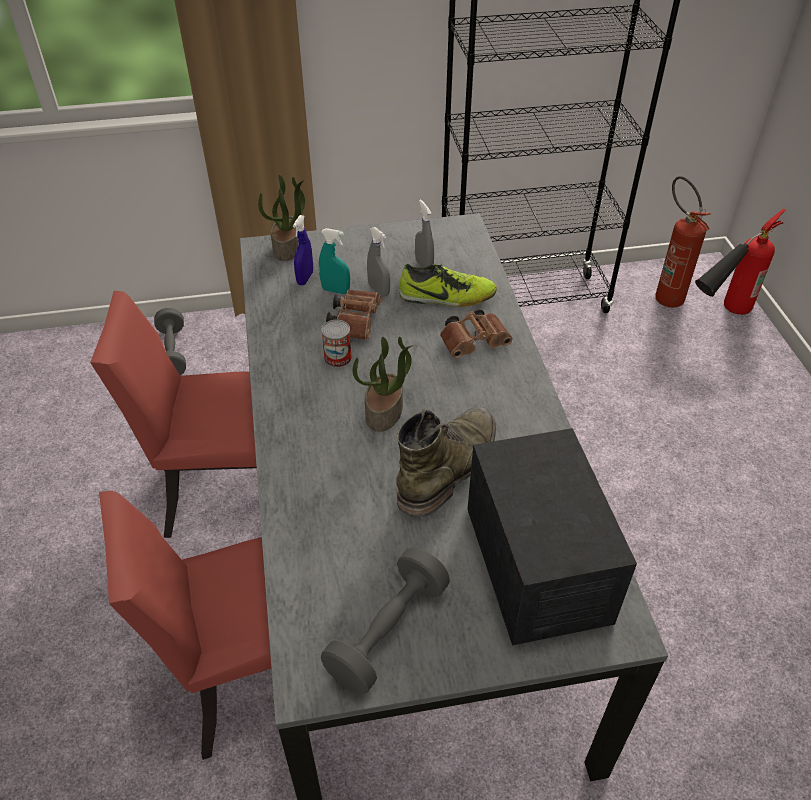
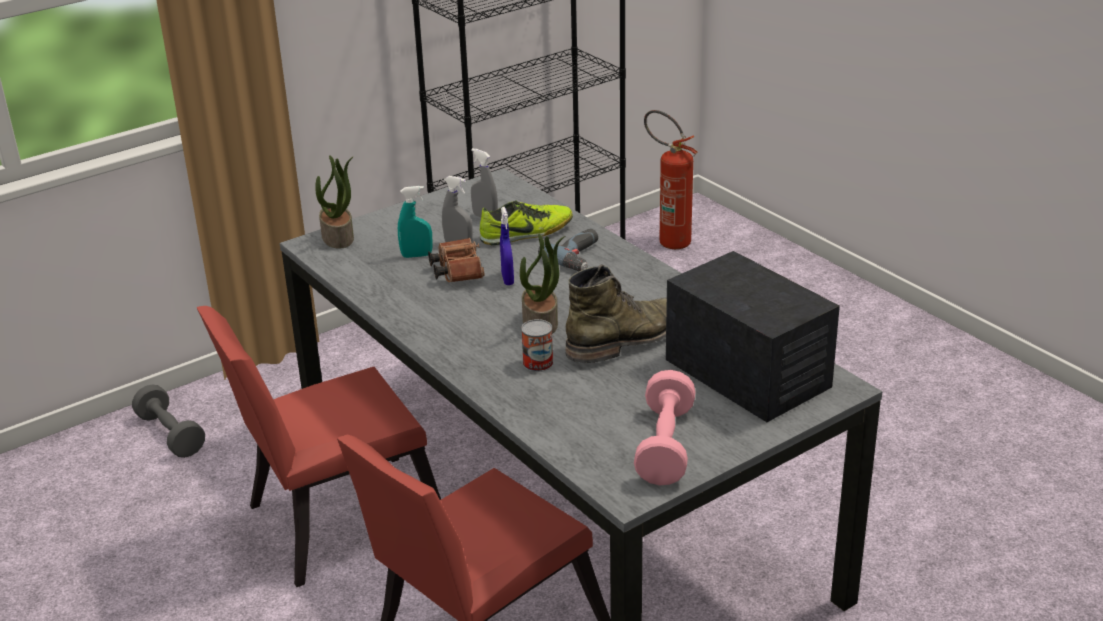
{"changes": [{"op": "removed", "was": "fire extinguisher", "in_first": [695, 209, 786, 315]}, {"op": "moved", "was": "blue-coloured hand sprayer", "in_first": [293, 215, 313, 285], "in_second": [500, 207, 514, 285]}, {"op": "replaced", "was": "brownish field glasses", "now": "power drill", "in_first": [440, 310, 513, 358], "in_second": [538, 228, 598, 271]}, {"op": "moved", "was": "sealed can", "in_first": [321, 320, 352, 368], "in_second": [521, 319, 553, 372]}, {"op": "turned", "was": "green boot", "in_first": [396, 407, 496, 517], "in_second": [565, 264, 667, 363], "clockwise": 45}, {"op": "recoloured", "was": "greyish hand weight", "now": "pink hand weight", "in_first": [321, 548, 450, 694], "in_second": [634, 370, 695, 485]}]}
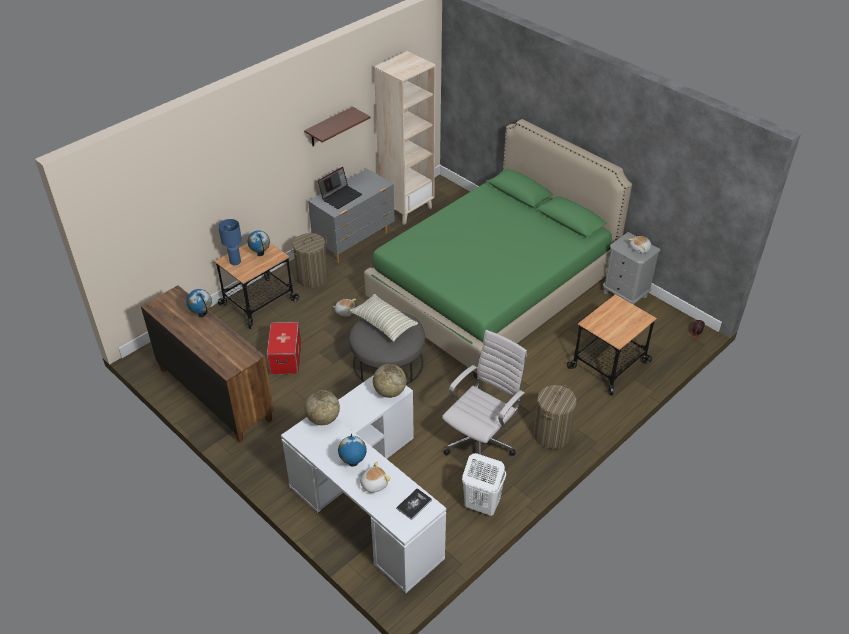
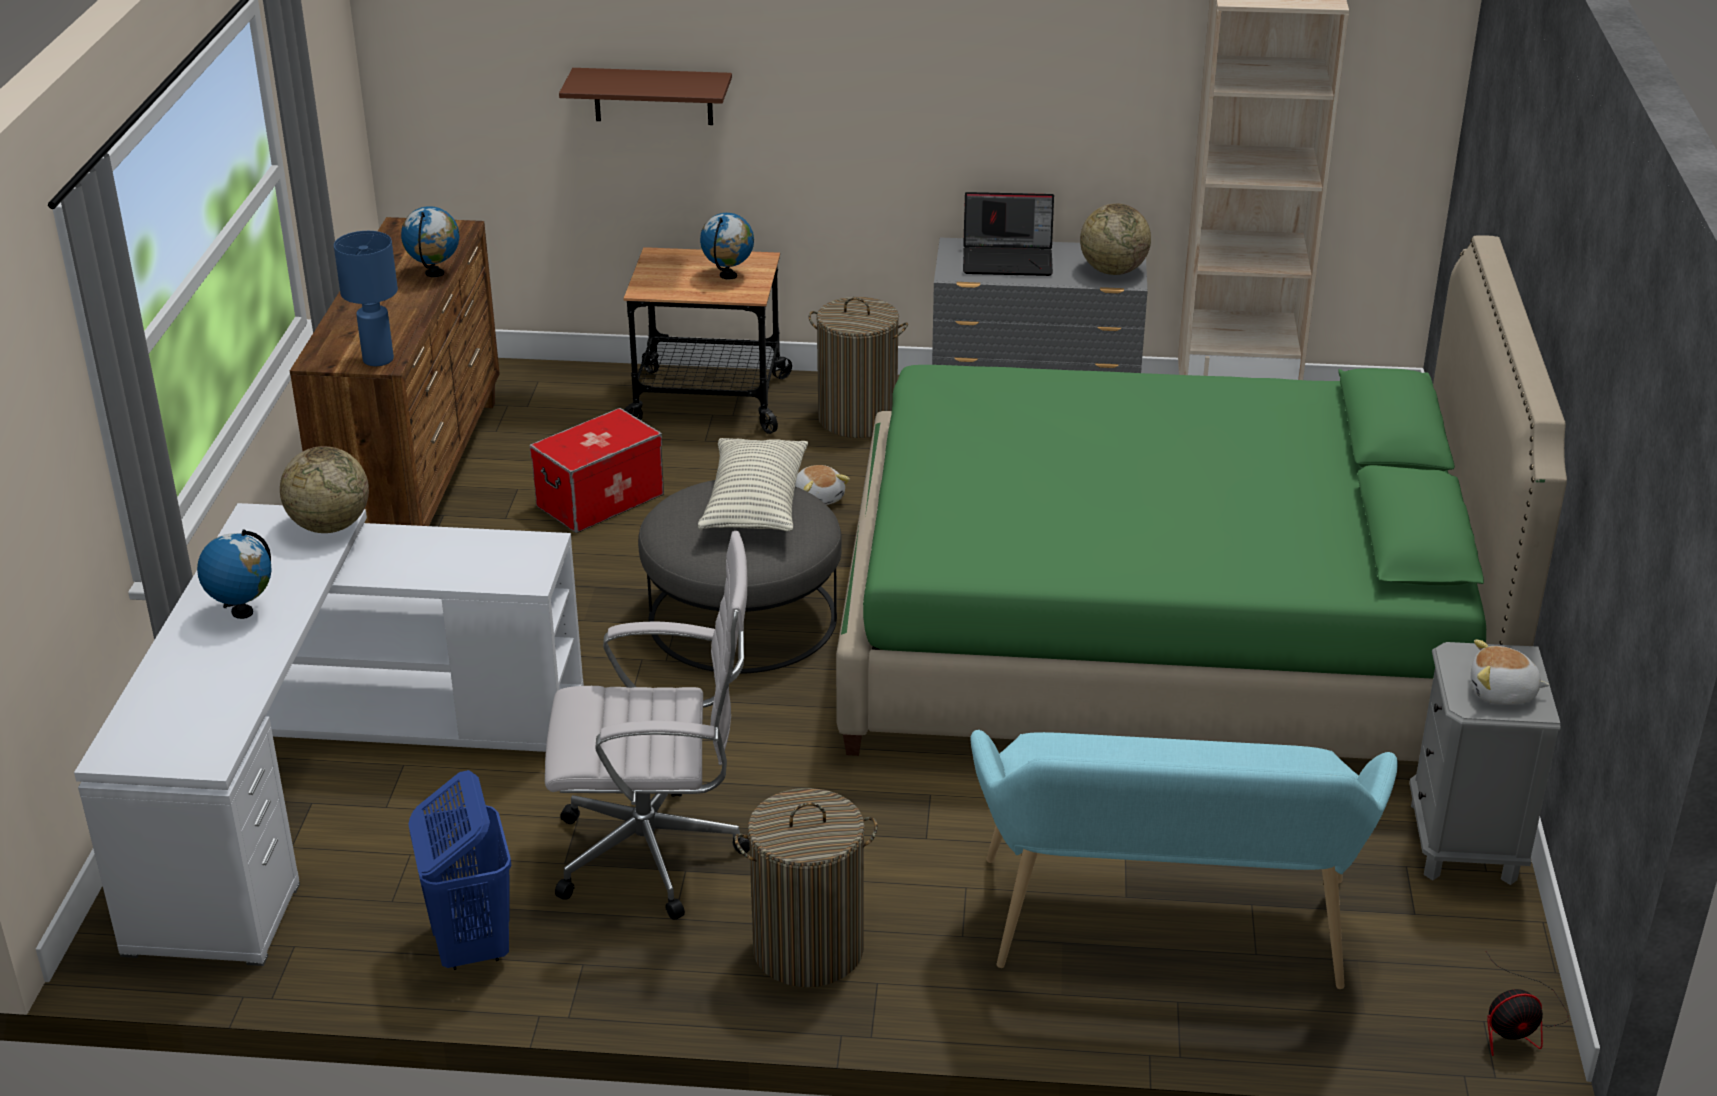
{"changes": [{"op": "moved", "was": "brownish wall shelf", "in_first": [304, 107, 370, 146], "in_second": [559, 68, 732, 125]}, {"op": "moved", "was": "blue-coloured table lamp", "in_first": [218, 219, 242, 265], "in_second": [334, 231, 398, 366]}, {"op": "replaced", "was": "wheeled cart", "now": "turquoise-coloured bench", "in_first": [567, 294, 657, 395], "in_second": [970, 730, 1398, 989]}, {"op": "moved", "was": "globe", "in_first": [373, 364, 406, 398], "in_second": [1080, 203, 1151, 275]}, {"op": "recoloured", "was": "white-coloured hamper", "now": "blue-coloured hamper", "in_first": [462, 453, 506, 516], "in_second": [408, 770, 511, 970]}, {"op": "removed", "was": "soft toy", "in_first": [360, 462, 391, 493]}, {"op": "removed", "was": "volume", "in_first": [396, 488, 432, 520]}]}
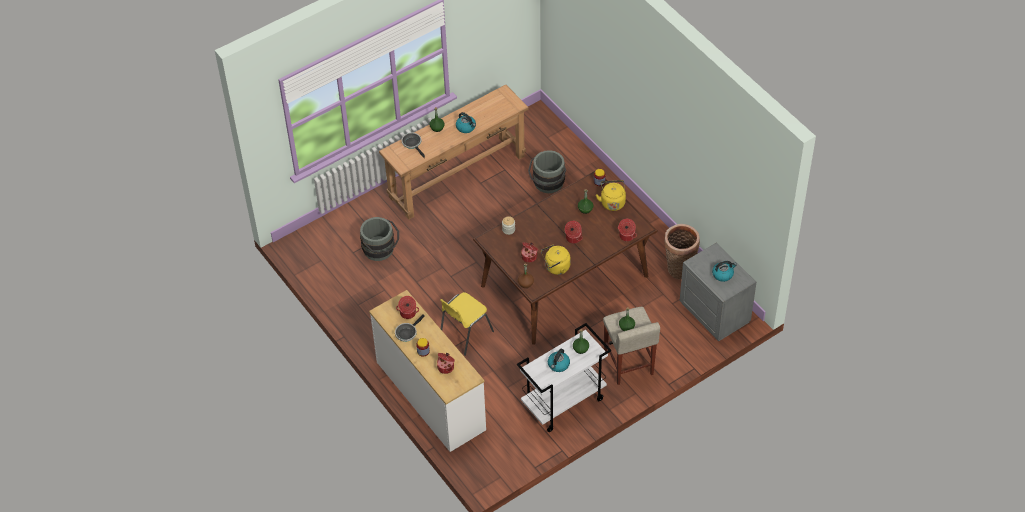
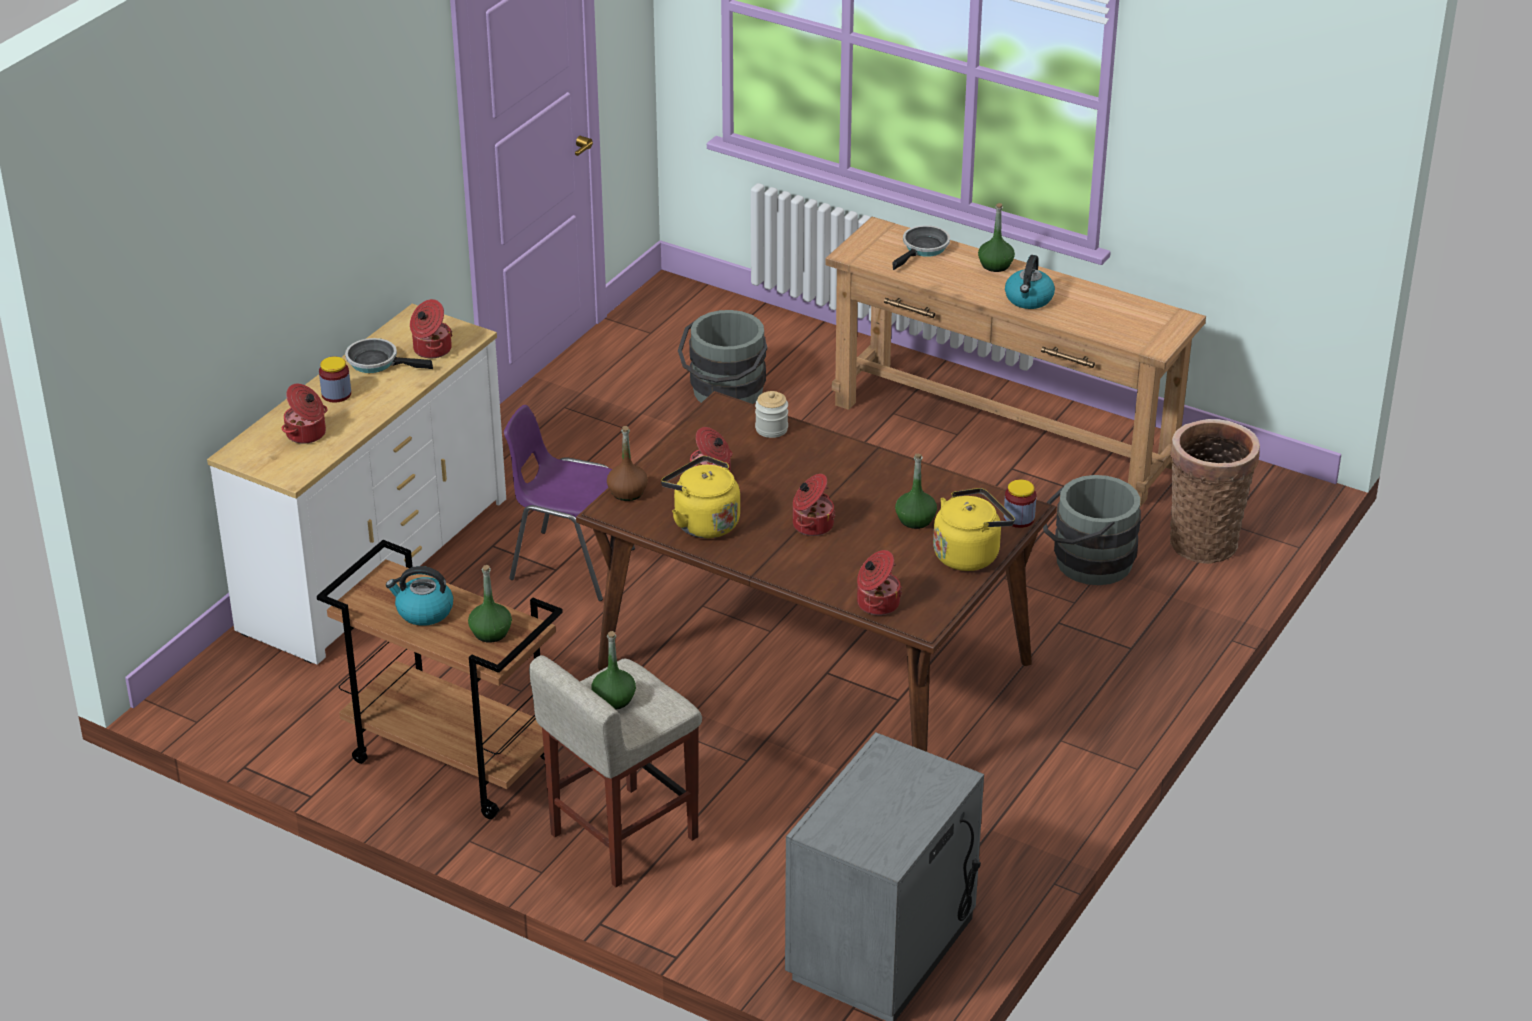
{"changes": [{"op": "moved", "was": "basket", "in_first": [664, 224, 700, 280], "in_second": [1170, 419, 1260, 564]}, {"op": "removed", "was": "water kettle", "in_first": [712, 261, 737, 282]}, {"op": "recoloured", "was": "yellow upright chair", "now": "purple-coloured upright chair", "in_first": [441, 292, 494, 356], "in_second": [504, 405, 635, 601]}, {"op": "recoloured", "was": "white-coloured wheeled cart", "now": "brownish wheeled cart", "in_first": [517, 323, 611, 432], "in_second": [317, 540, 563, 819]}]}
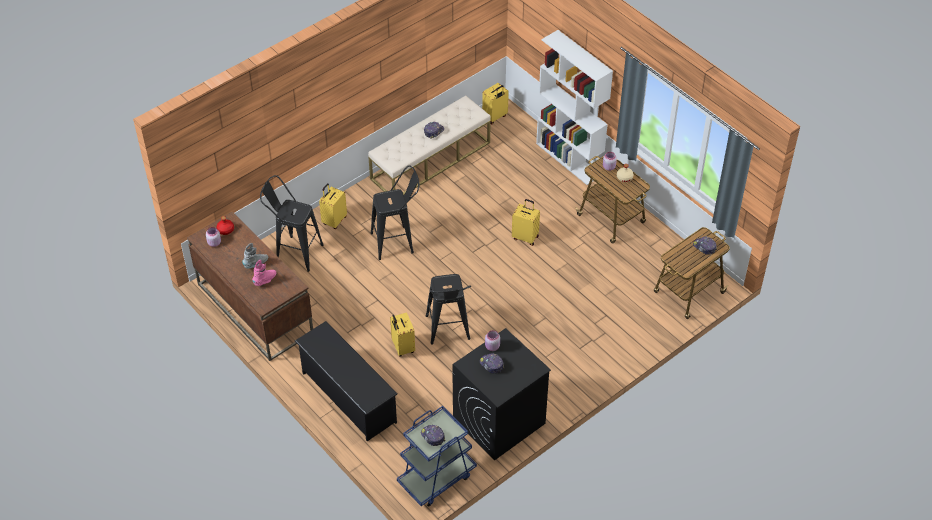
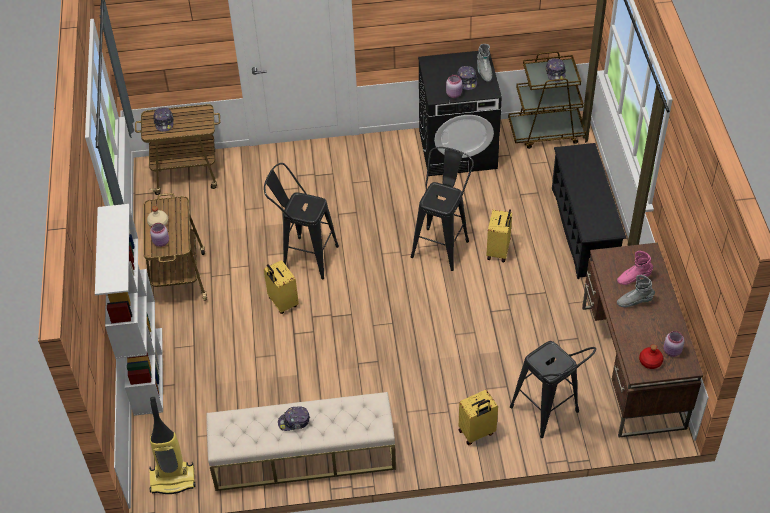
{"changes": [{"op": "replaced", "was": "yellow piece of luggage", "now": "hoover", "in_first": [482, 83, 509, 124], "in_second": [149, 397, 196, 494]}, {"op": "moved", "was": "blackish stool", "in_first": [371, 165, 420, 260], "in_second": [264, 163, 339, 279]}, {"op": "recoloured", "was": "blue-coloured wheeled cart", "now": "brownish wheeled cart", "in_first": [397, 406, 477, 507], "in_second": [508, 51, 586, 149]}, {"op": "added", "now": "greyish boot", "in_second": [477, 44, 492, 82]}]}
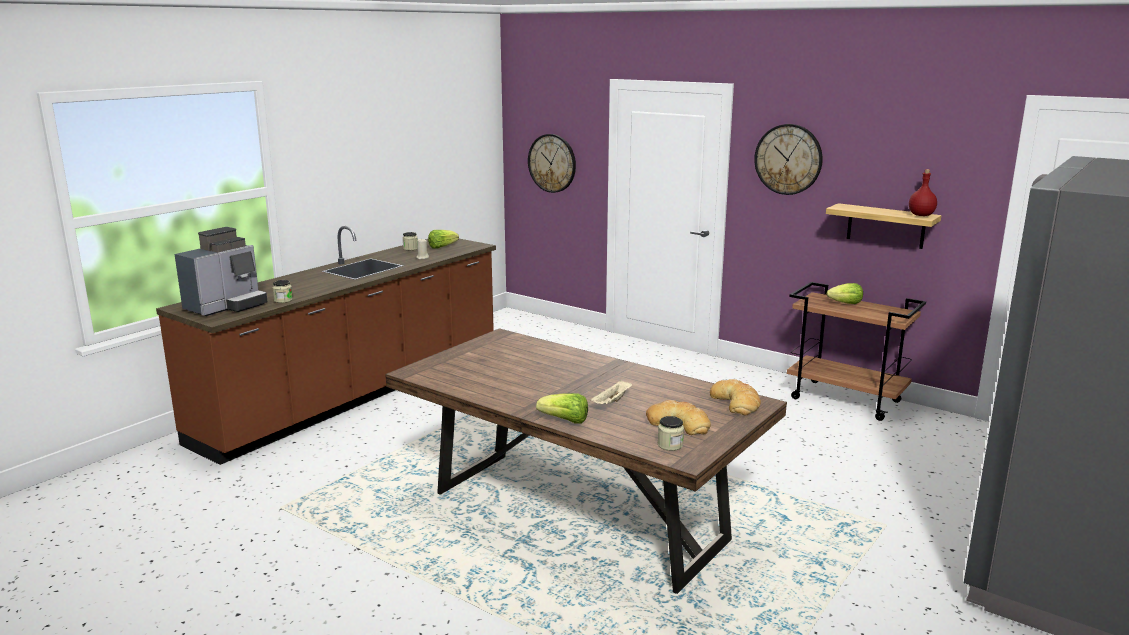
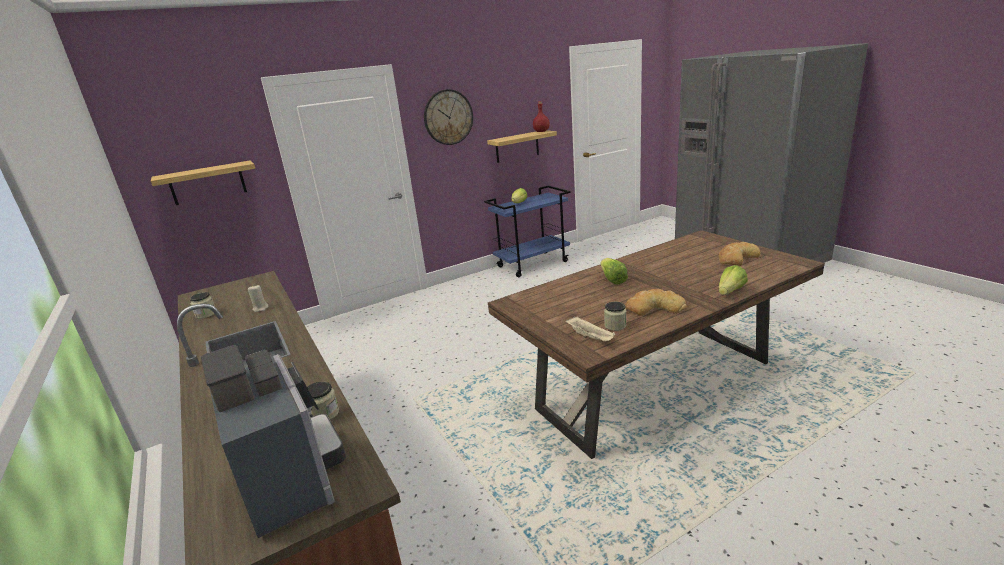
{"changes": [{"op": "replaced", "was": "wall clock", "now": "wall shelf", "in_first": [528, 134, 576, 193], "in_second": [151, 160, 255, 205]}, {"op": "moved", "was": "lettuce head", "in_first": [428, 230, 459, 249], "in_second": [600, 258, 628, 285]}, {"op": "recoloured", "was": "brownish wheeled cart", "now": "blue-coloured wheeled cart", "in_first": [787, 282, 926, 421], "in_second": [484, 185, 571, 277]}, {"op": "moved", "was": "baked bread", "in_first": [710, 379, 761, 416], "in_second": [626, 289, 687, 316]}, {"op": "moved", "was": "beige-coloured carrying tray", "in_first": [591, 380, 632, 404], "in_second": [566, 317, 615, 341]}, {"op": "moved", "was": "storage jar", "in_first": [658, 416, 684, 451], "in_second": [604, 302, 626, 331]}]}
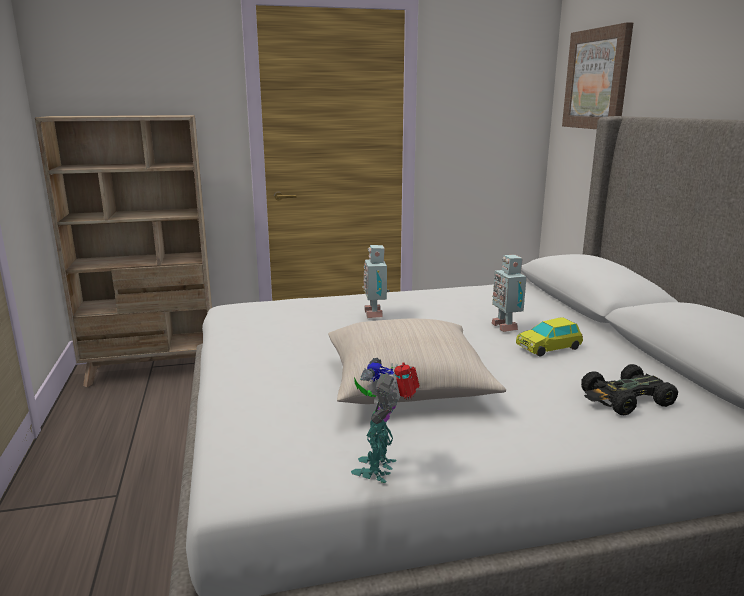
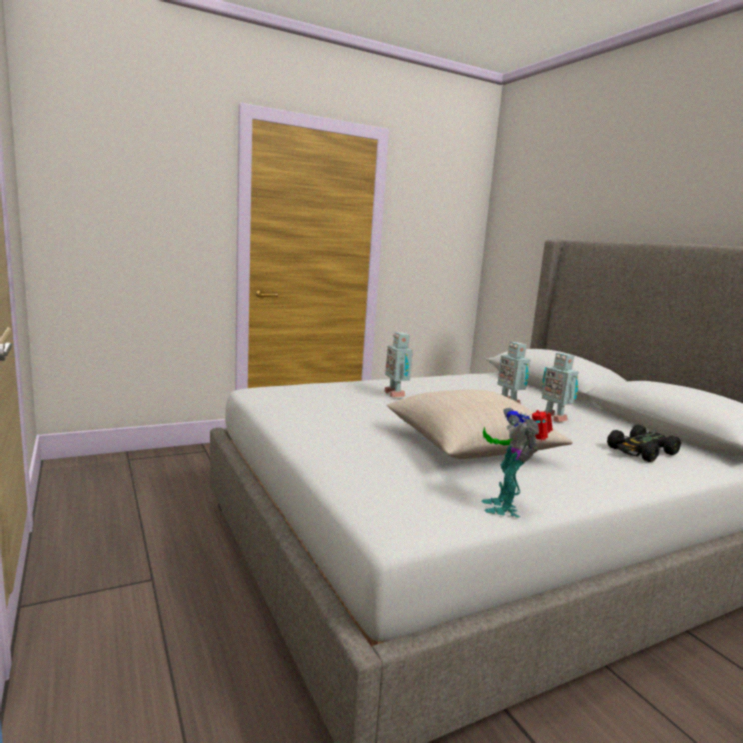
{"changes": [{"op": "removed", "was": "wall picture", "in_first": [562, 22, 633, 129]}, {"op": "removed", "was": "beige-coloured bookcase", "in_first": [35, 115, 212, 387]}, {"op": "replaced", "was": "toy car", "now": "robot figure", "in_first": [516, 317, 583, 357], "in_second": [542, 353, 578, 422]}]}
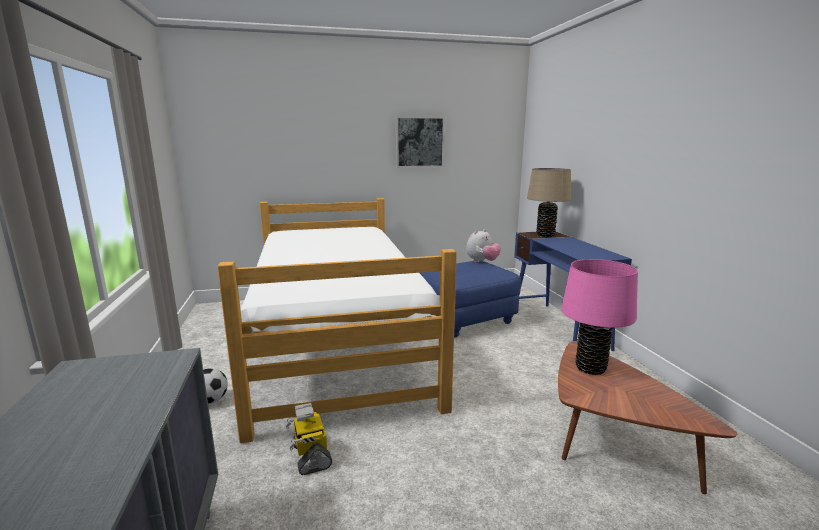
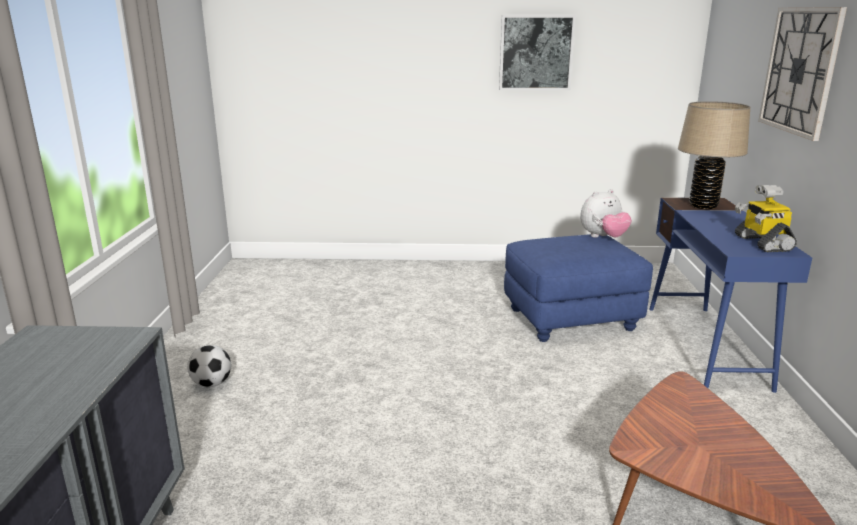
{"changes": [{"op": "removed", "was": "bedroom bed", "in_first": [217, 198, 457, 443]}, {"op": "removed", "was": "pink table lamp", "in_first": [561, 259, 638, 375]}, {"op": "moved", "was": "robot figure", "in_first": [285, 403, 332, 475], "in_second": [735, 185, 797, 252]}, {"op": "added", "now": "wall clock", "in_second": [758, 7, 847, 141]}]}
